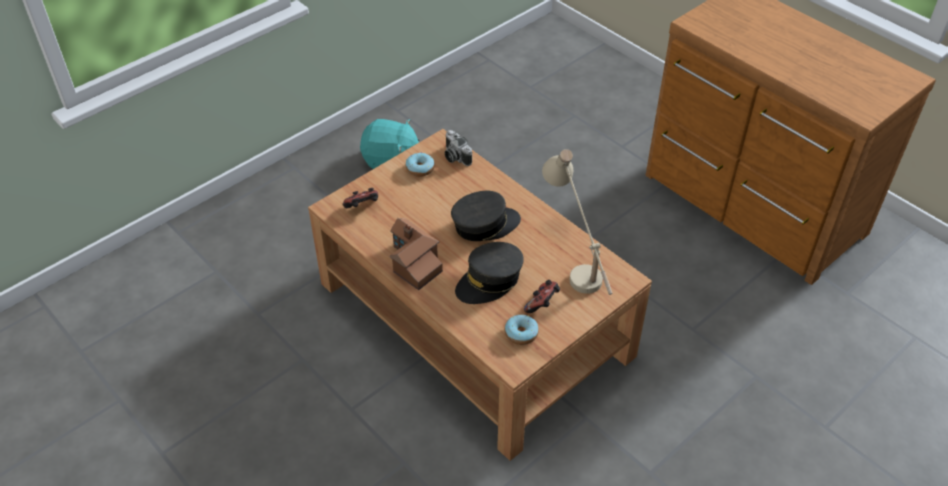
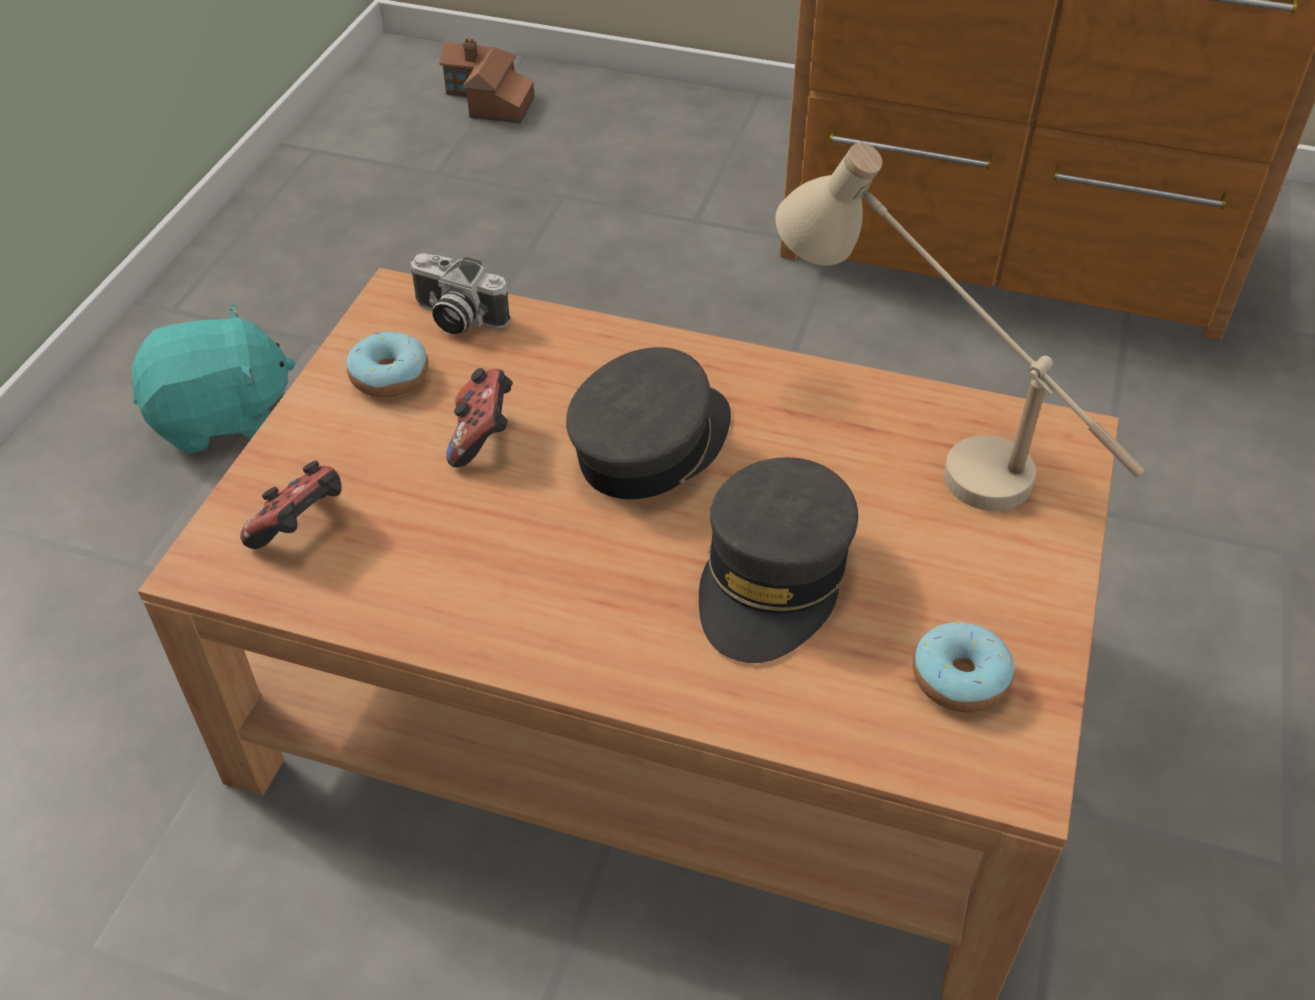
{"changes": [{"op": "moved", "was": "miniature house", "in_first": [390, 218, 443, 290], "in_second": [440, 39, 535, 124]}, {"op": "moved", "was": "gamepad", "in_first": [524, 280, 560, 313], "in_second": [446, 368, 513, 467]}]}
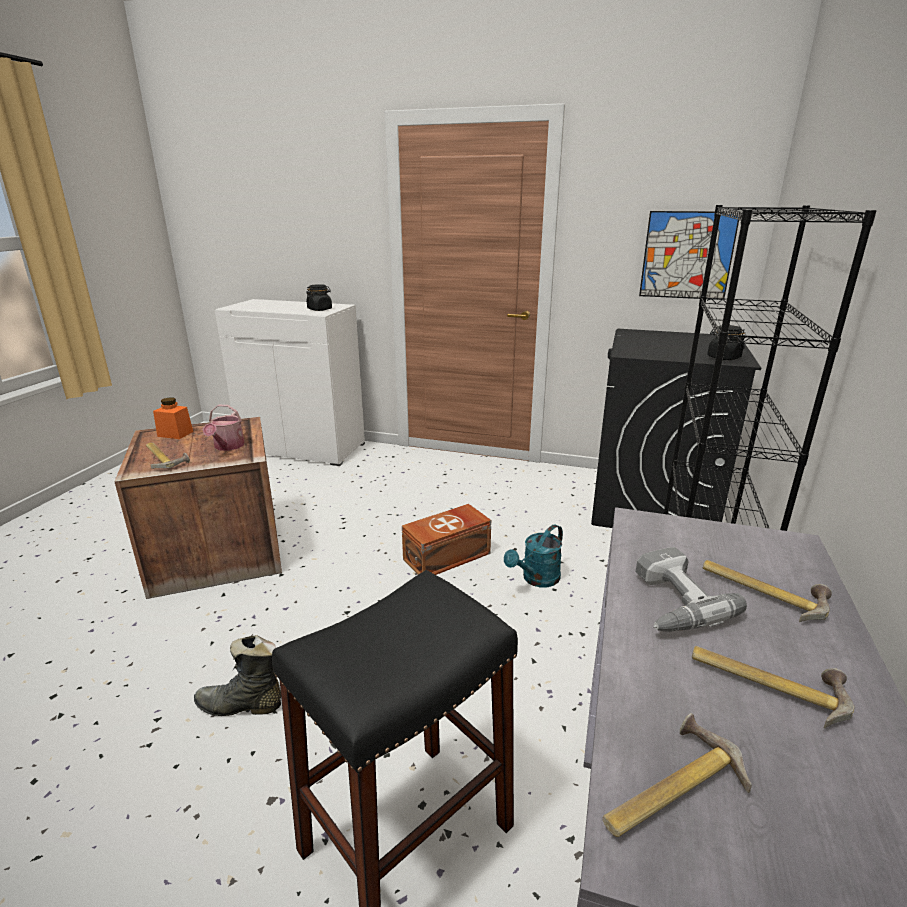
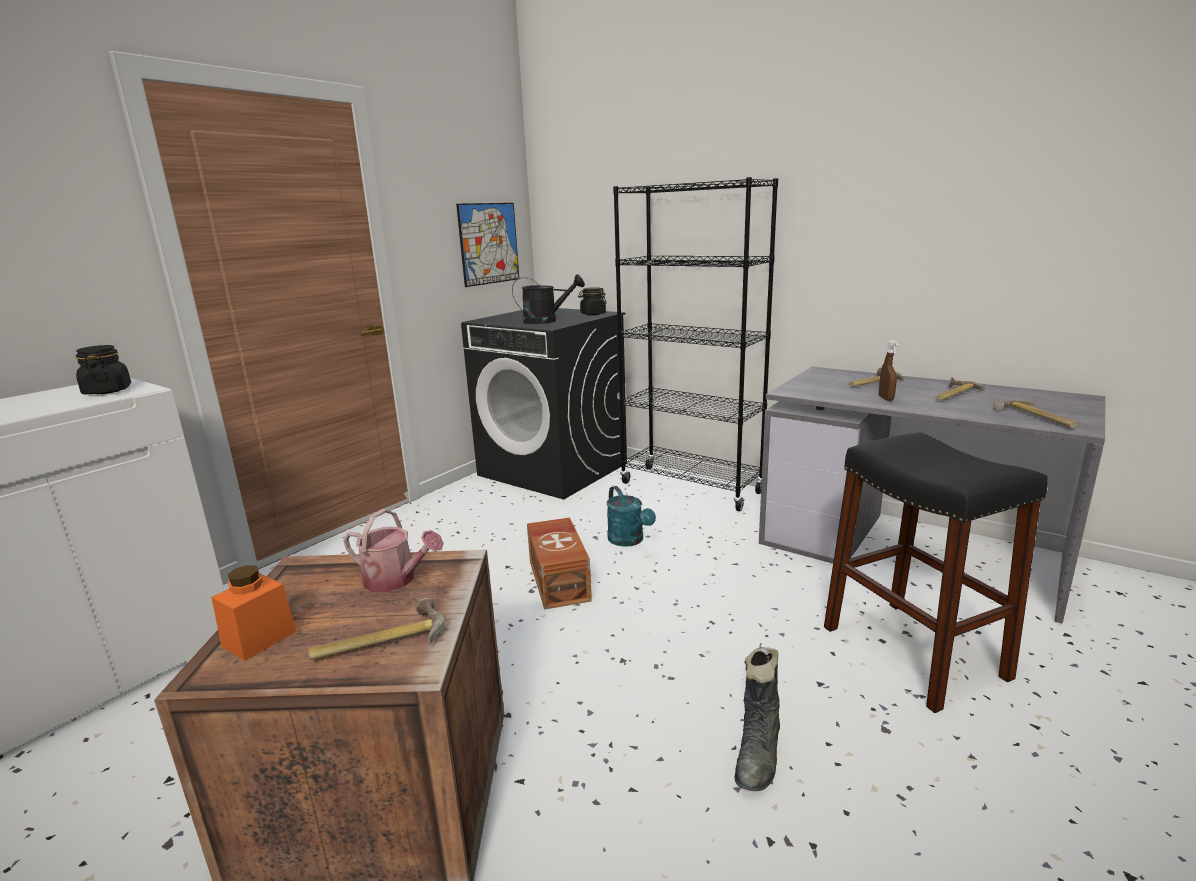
{"changes": [{"op": "replaced", "was": "power drill", "now": "brownish hand sprayer", "in_first": [636, 547, 747, 632], "in_second": [879, 340, 898, 401]}, {"op": "added", "now": "blackish watering can", "in_second": [512, 274, 585, 324]}]}
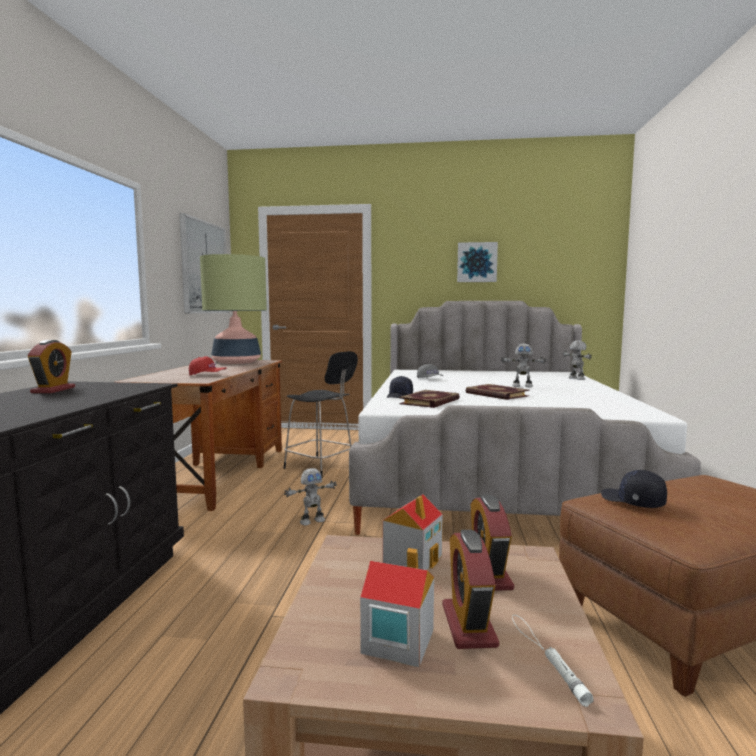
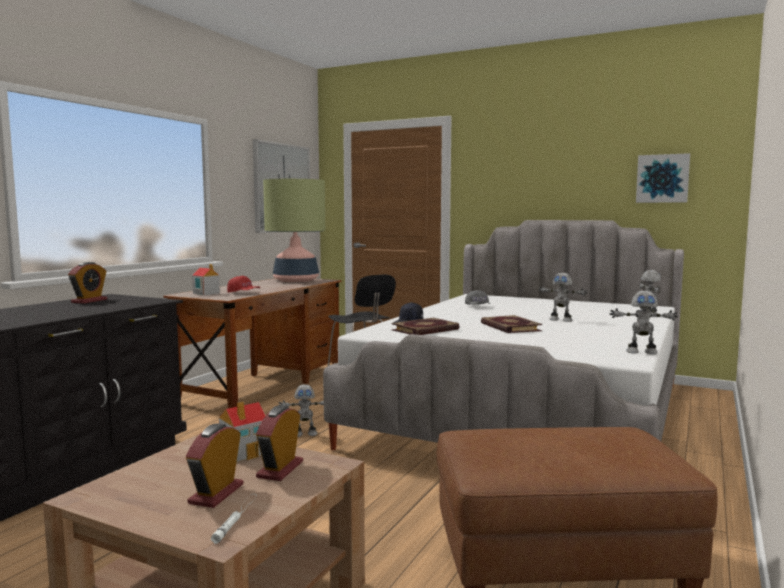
{"changes": [{"op": "moved", "was": "wall picture", "in_first": [457, 242, 498, 282], "in_second": [636, 153, 690, 203]}, {"op": "removed", "was": "blackish baseball cap", "in_first": [601, 470, 667, 508]}, {"op": "moved", "was": "miniature house", "in_first": [360, 548, 434, 667], "in_second": [192, 264, 220, 295]}, {"op": "added", "now": "robot figure", "in_second": [610, 291, 678, 354]}]}
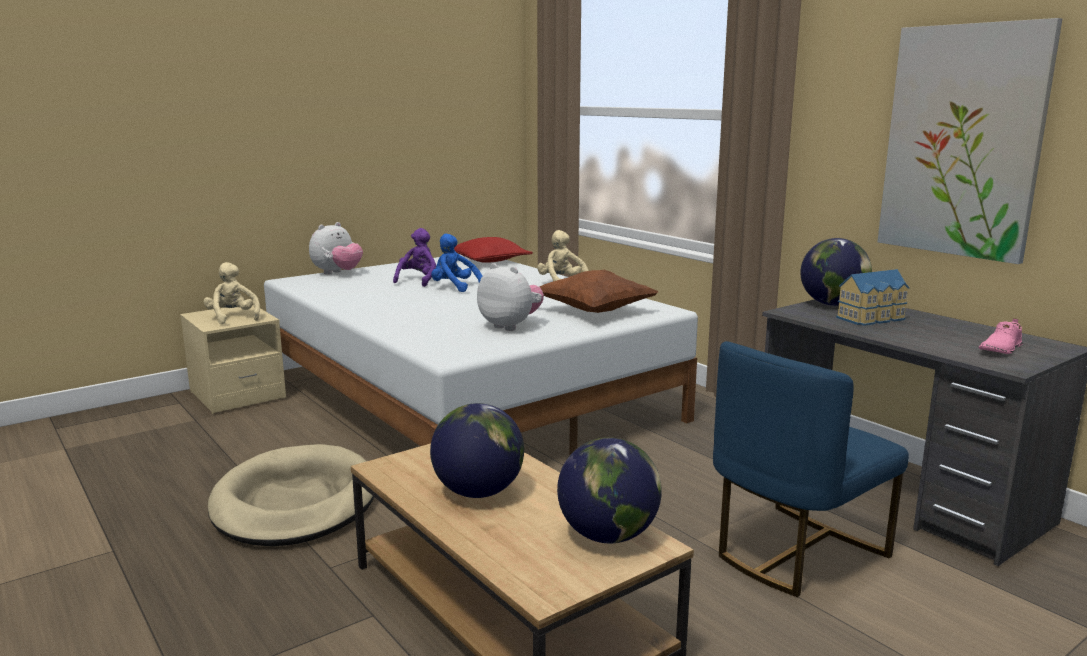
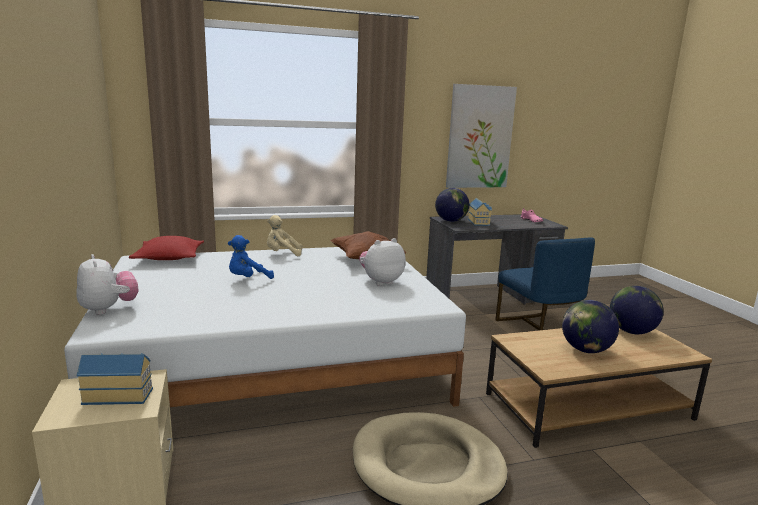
{"changes": [{"op": "removed", "was": "purple-coloured soft toy", "in_first": [393, 228, 436, 287]}, {"op": "replaced", "was": "beige-coloured soft toy", "now": "miniature house", "in_first": [204, 262, 260, 324], "in_second": [77, 353, 153, 405]}]}
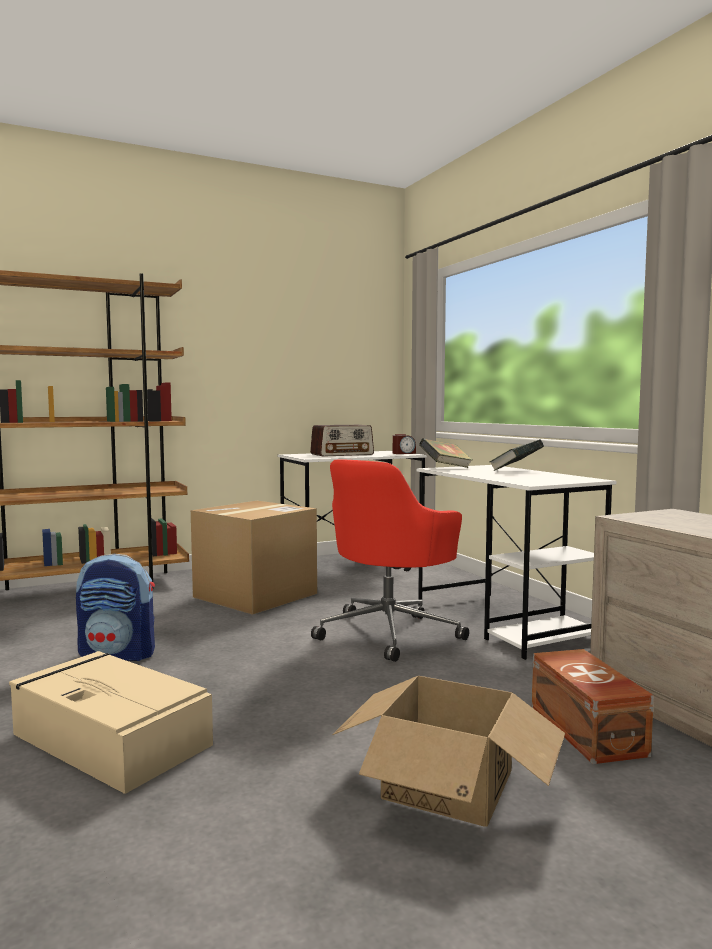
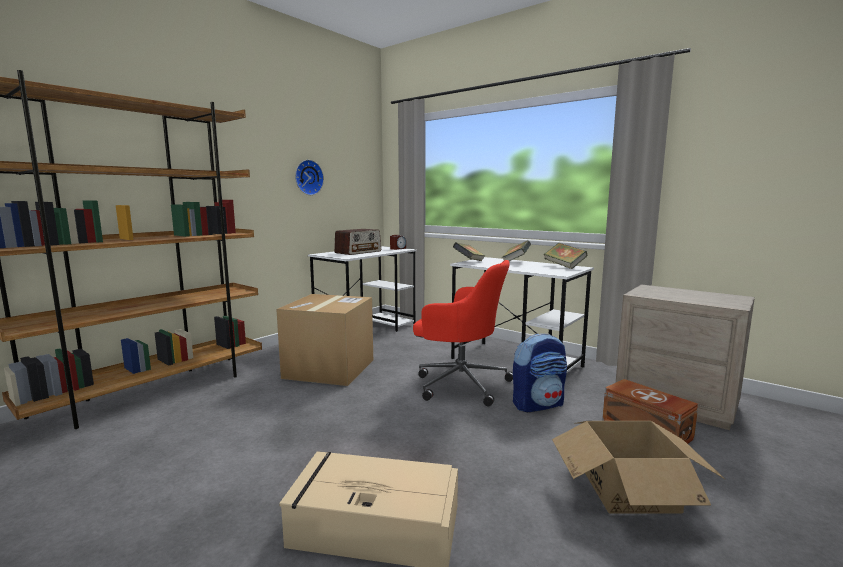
{"changes": [{"op": "turned", "was": "red-coloured office chair", "in_first": [311, 459, 469, 662], "in_second": [413, 260, 513, 407], "clockwise": -75}, {"op": "moved", "was": "backpack", "in_first": [76, 554, 155, 661], "in_second": [513, 333, 567, 412]}, {"op": "added", "now": "wall clock", "in_second": [295, 160, 324, 195]}, {"op": "added", "now": "volume", "in_second": [544, 243, 587, 269]}]}
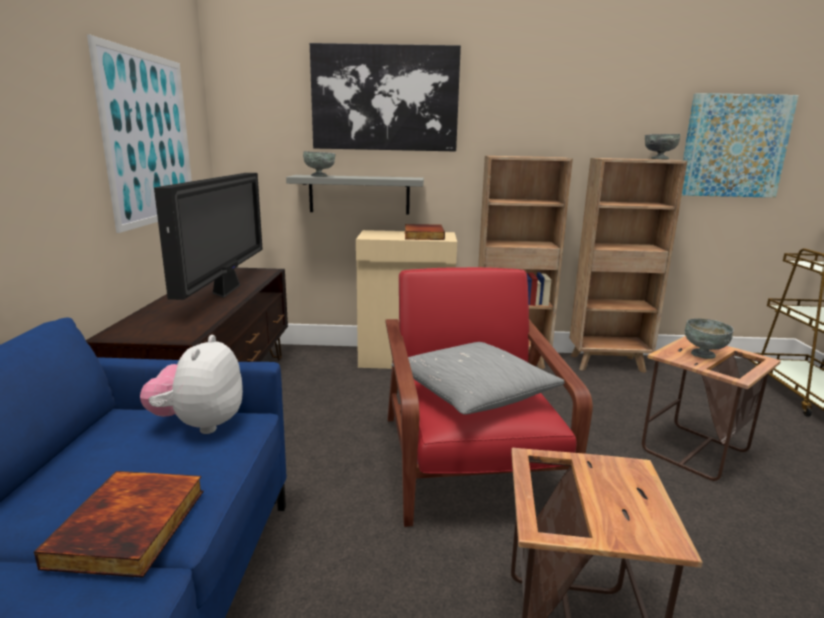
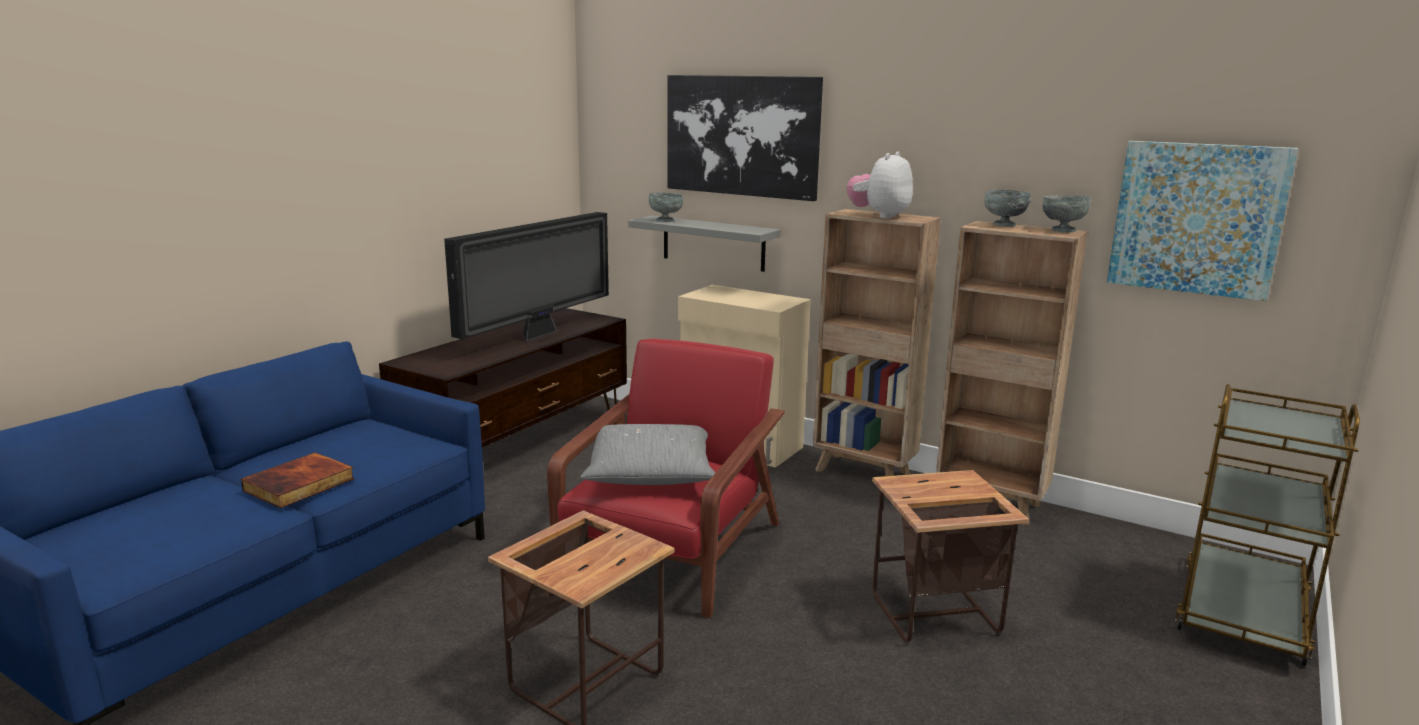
{"changes": [{"op": "removed", "was": "wall picture", "in_first": [87, 34, 192, 233]}, {"op": "removed", "was": "volume", "in_first": [405, 224, 445, 240]}, {"op": "moved", "was": "greyish bowl", "in_first": [685, 318, 734, 359], "in_second": [985, 189, 1031, 227]}, {"op": "moved", "was": "soft toy", "in_first": [140, 335, 243, 434], "in_second": [847, 152, 913, 219]}]}
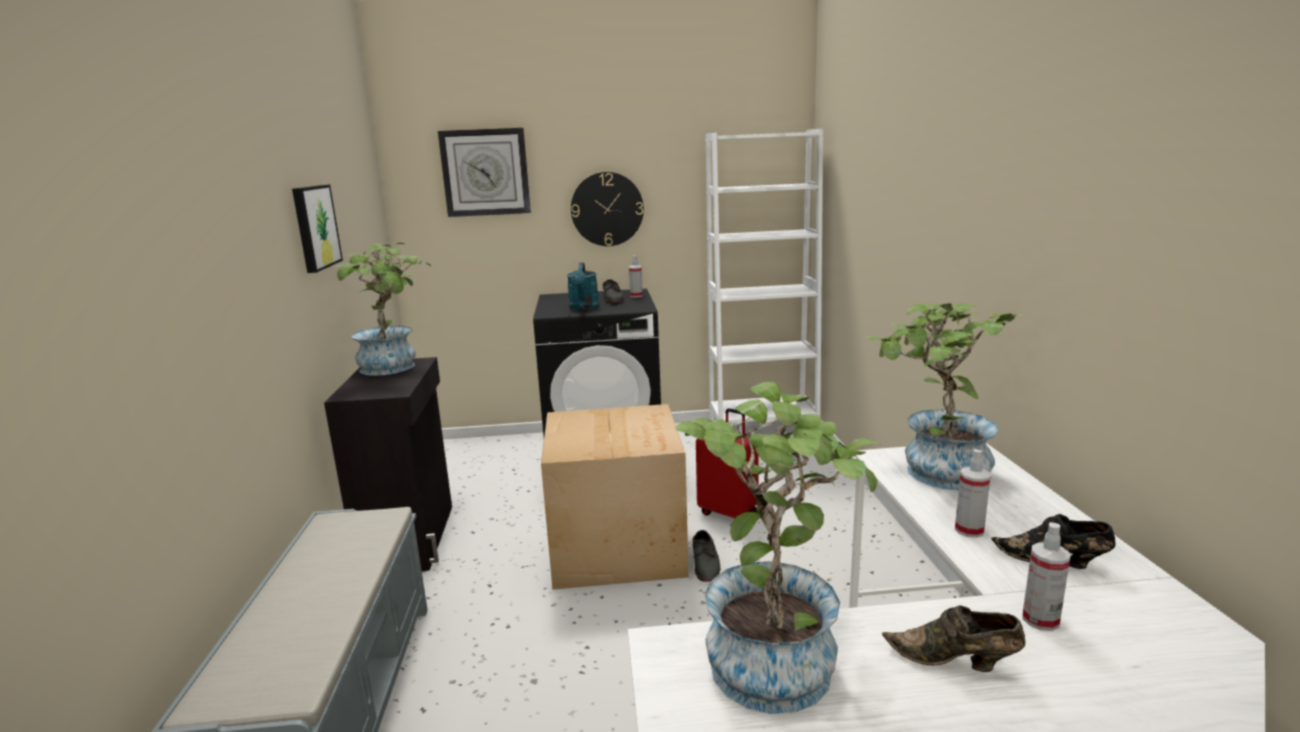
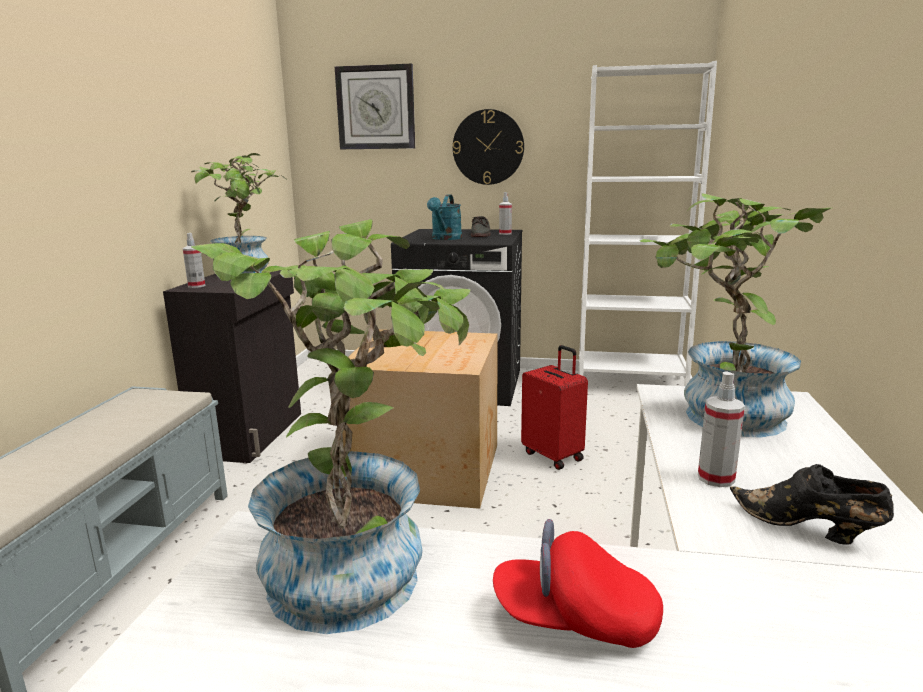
{"changes": [{"op": "removed", "was": "wall picture", "in_first": [292, 185, 343, 273]}, {"op": "moved", "was": "hand sprayer", "in_first": [1022, 522, 1070, 631], "in_second": [183, 233, 205, 288]}, {"op": "removed", "was": "greyish shoe", "in_first": [692, 530, 720, 582]}, {"op": "replaced", "was": "brownish shoe", "now": "red-coloured baseball cap", "in_first": [882, 605, 1026, 672], "in_second": [493, 519, 663, 648]}]}
